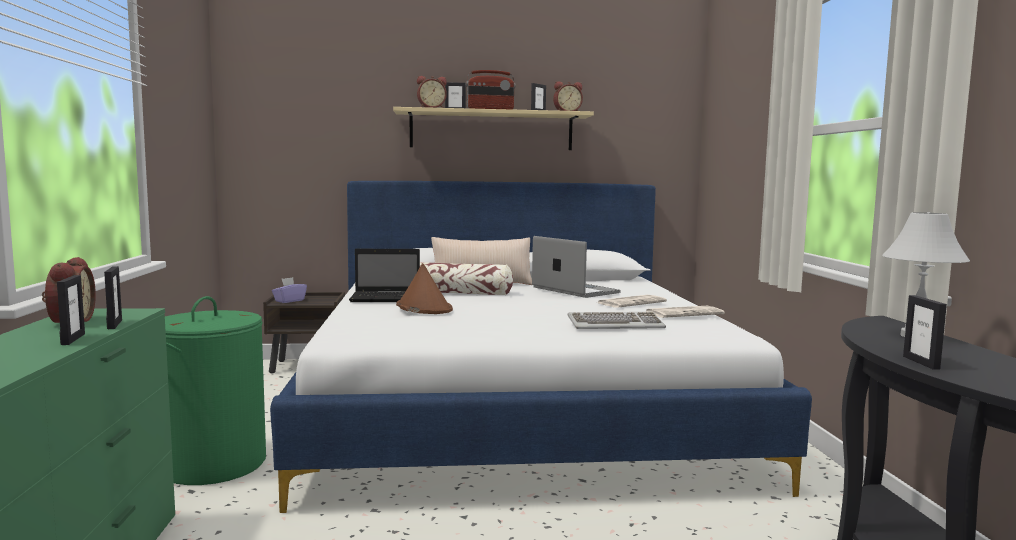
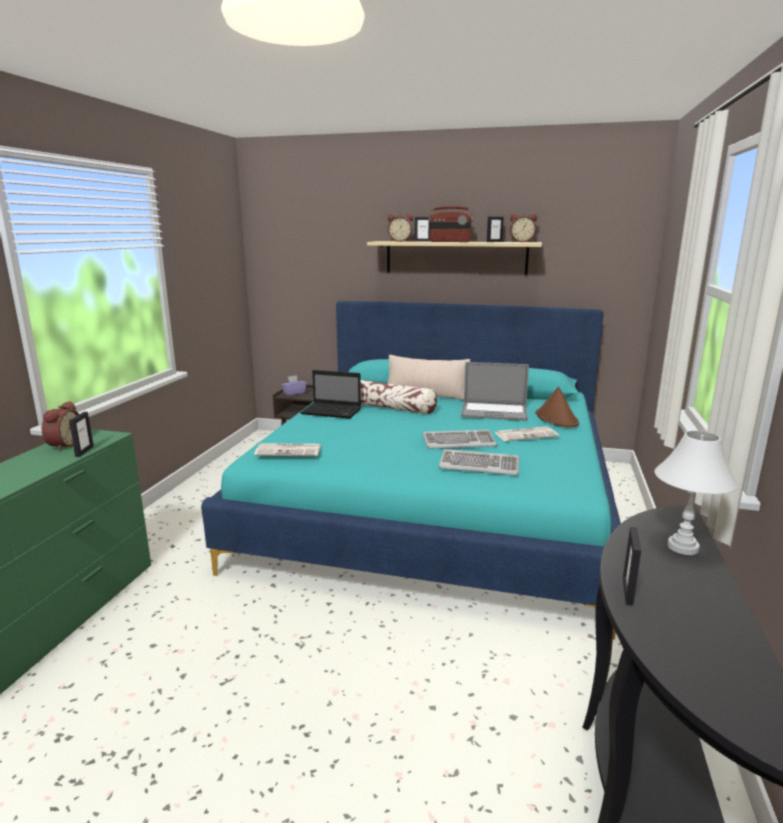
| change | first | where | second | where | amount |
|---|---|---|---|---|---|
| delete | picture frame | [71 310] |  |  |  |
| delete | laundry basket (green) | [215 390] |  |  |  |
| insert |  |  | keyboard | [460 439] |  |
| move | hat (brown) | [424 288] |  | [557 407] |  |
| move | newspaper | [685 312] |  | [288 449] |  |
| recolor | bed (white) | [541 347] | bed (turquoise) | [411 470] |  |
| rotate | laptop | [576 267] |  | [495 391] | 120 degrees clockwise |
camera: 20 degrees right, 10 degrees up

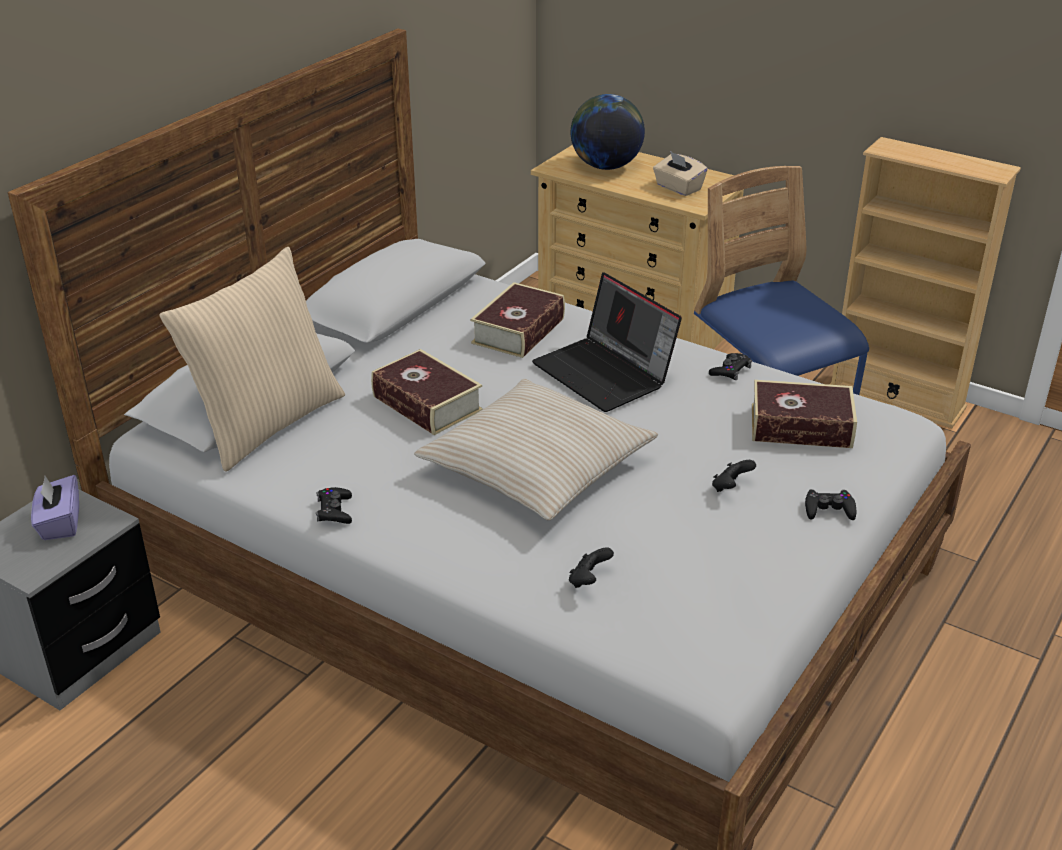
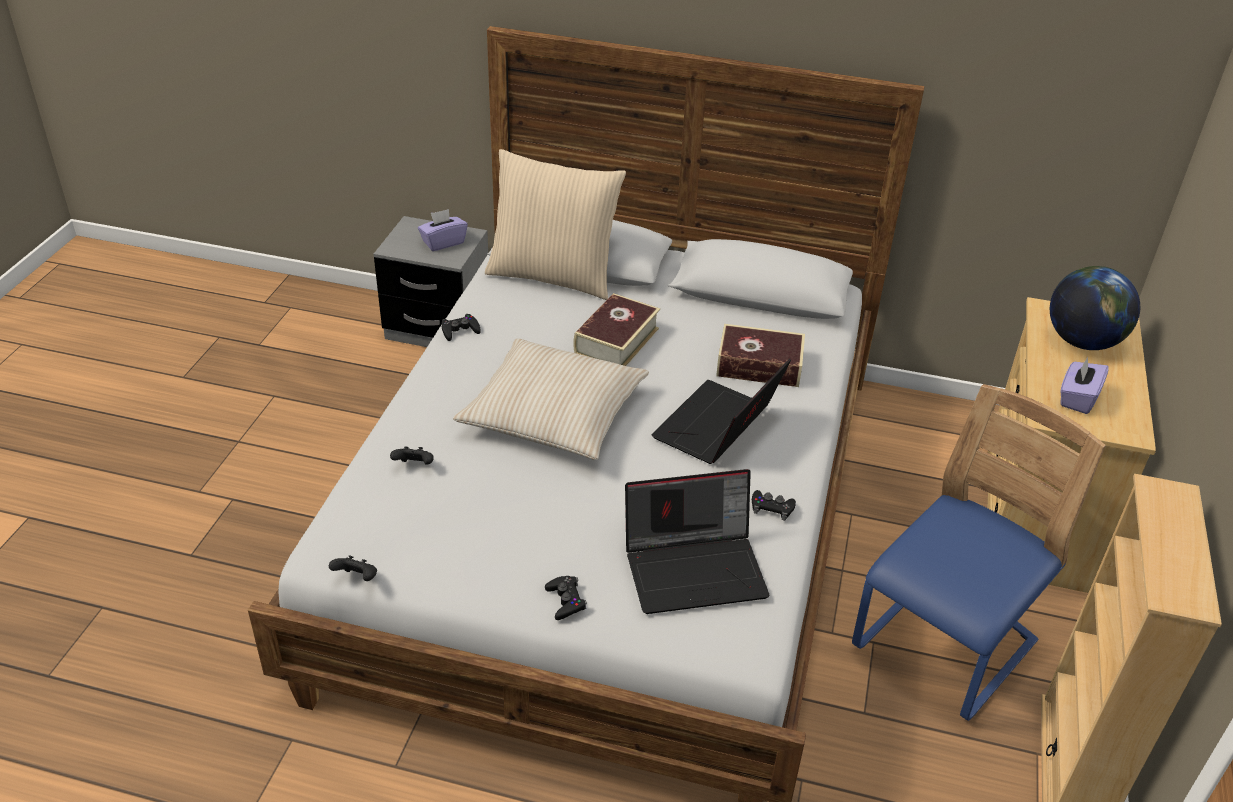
| change | first | where | second | where | amount |
|---|---|---|---|---|---|
| move | game controller (black) | [734 476] |  | [353 568] |  |
| replace | book | [804 414] | laptop | [697 541] |  |
| recolor | tissue box (beige) | [680 173] | tissue box (purple) | [1084 385] |  |
camera: 70 degrees right, 5 degrees up

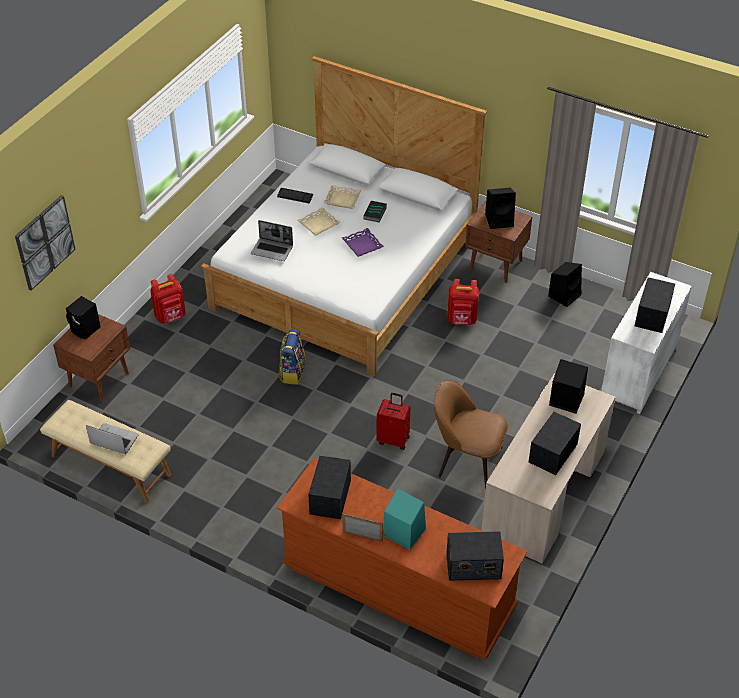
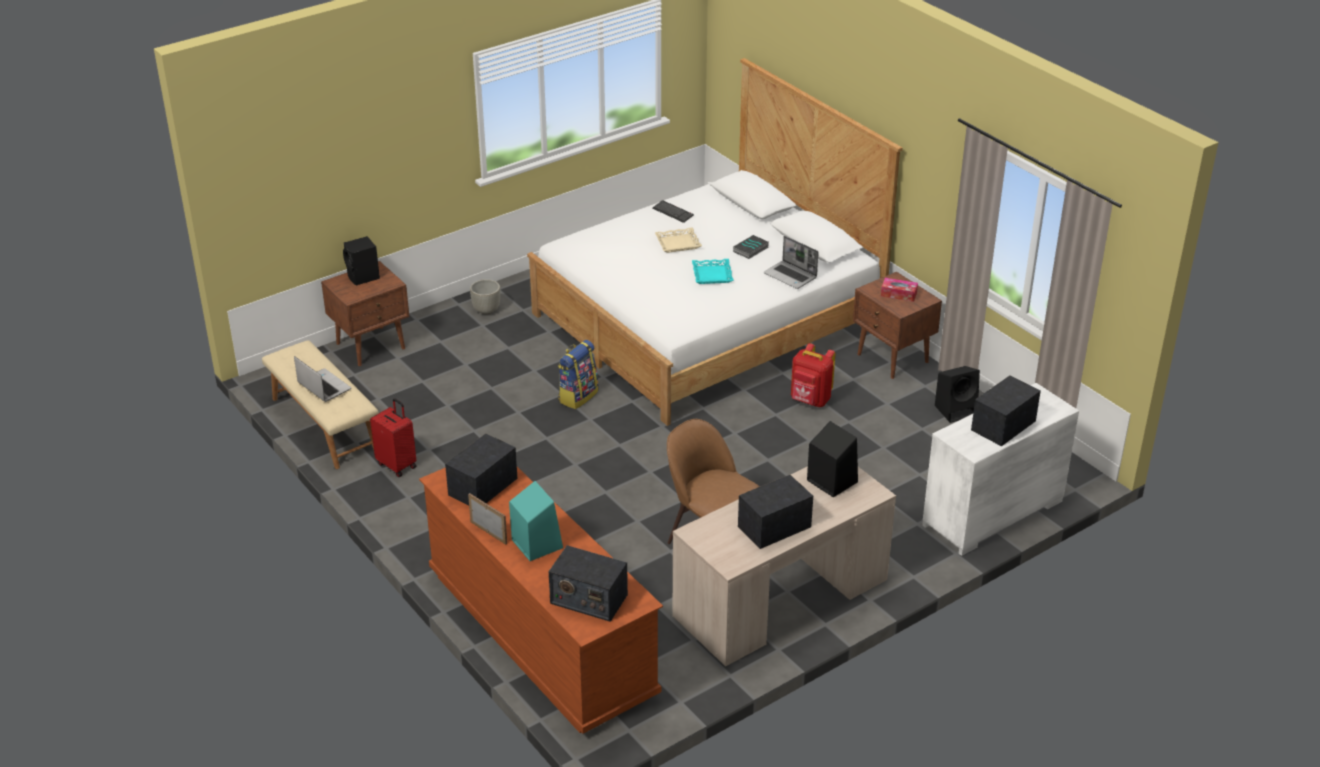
| change | first | where | second | where | amount |
|---|---|---|---|---|---|
| delete | picture | [45 243] |  |  |  |
| delete | tray (beige) | [343 197] |  |  |  |
| move | laptop | [272 240] |  | [791 262] |  |
| move | suitcase (red) | [393 421] |  | [393 437] |  |
| replace | backpack (red) | [168 298] | planter (grey) | [485 297] |  |
| replace | speaker (black) | [500 208] | tissue box | [899 290] |  |
| recolor | tray (purple) | [363 242] | tray (turquoise) | [713 271] |  |
camera: 25 degrees right, 10 degrees down

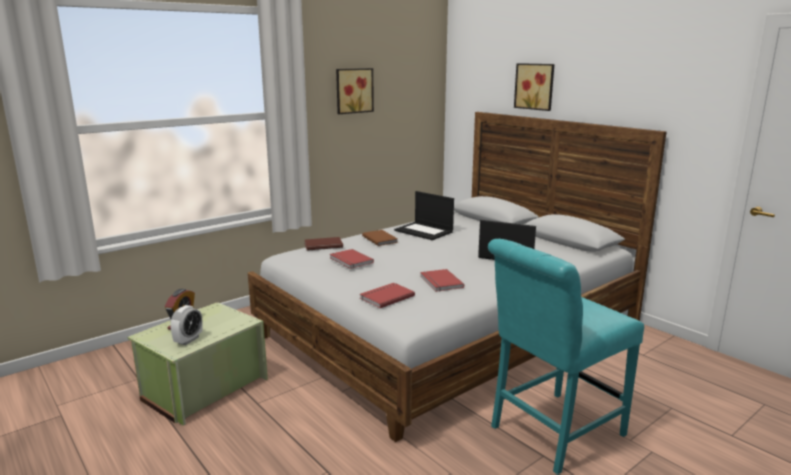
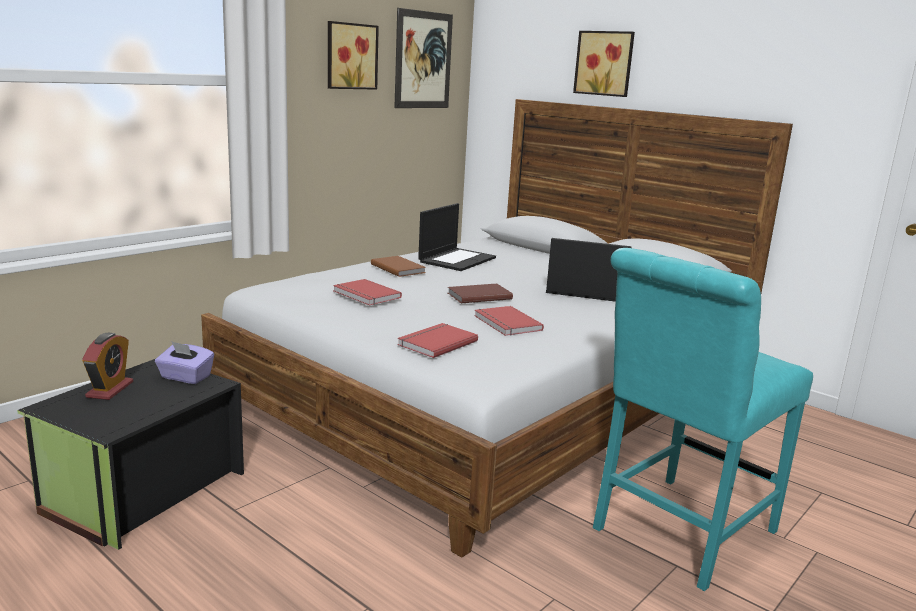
| change | first | where | second | where | amount |
|---|---|---|---|---|---|
| delete | alarm clock | [186 325] |  |  |  |
| insert |  |  | tissue box (purple) | [184 362] |  |
| insert |  |  | picture | [423 58] |  |
| move | book (brown) | [323 244] |  | [480 293] |  |
| recolor | storage box (green) | [198 364] | storage box (black) | [130 454] |  |
| rotate | laptop | [424 215] |  | [457 237] | 90 degrees counterclockwise |
camera: 10 degrees left, 0 degrees up

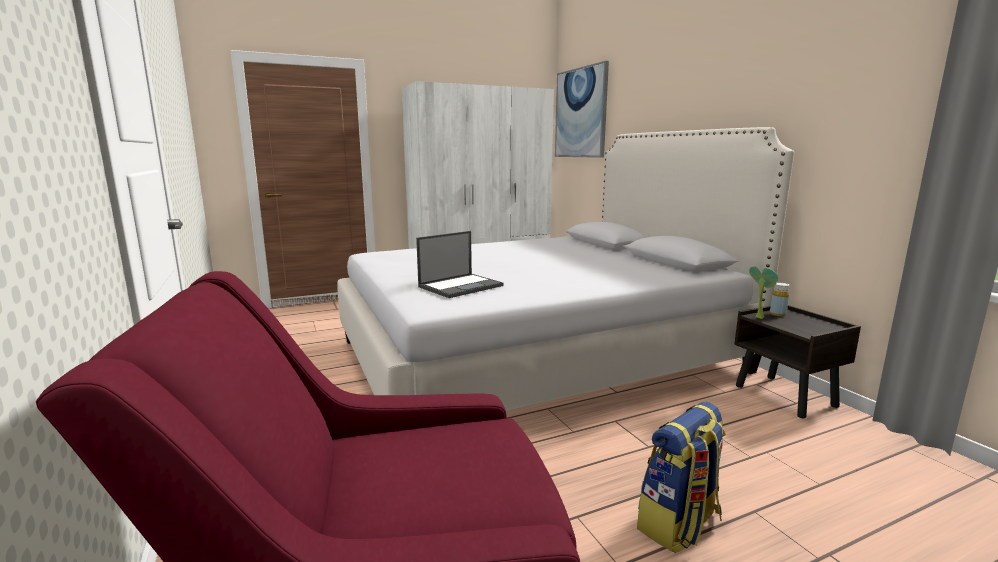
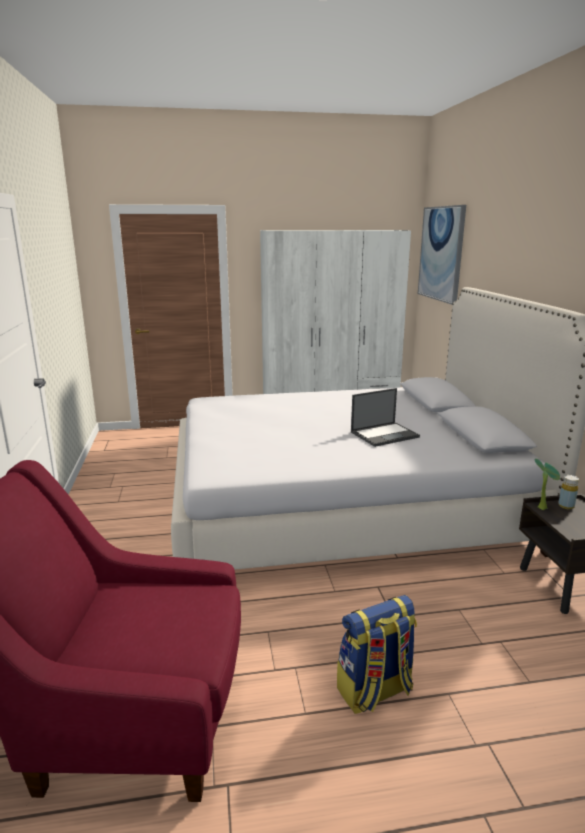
| change | first | where | second | where | amount |
|---|---|---|---|---|---|
| move | laptop | [459 264] |  | [385 417] |  |
camera: 15 degrees right, 5 degrees up

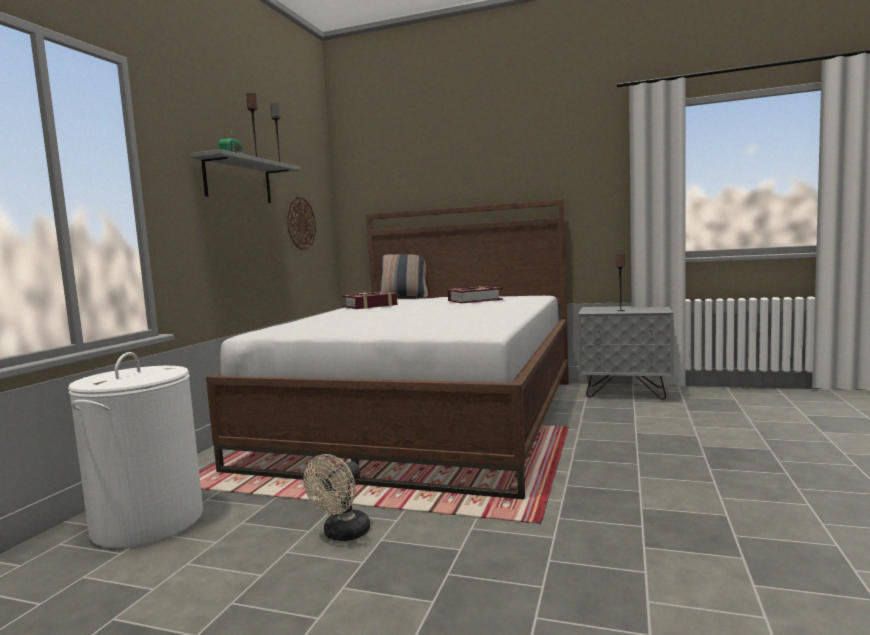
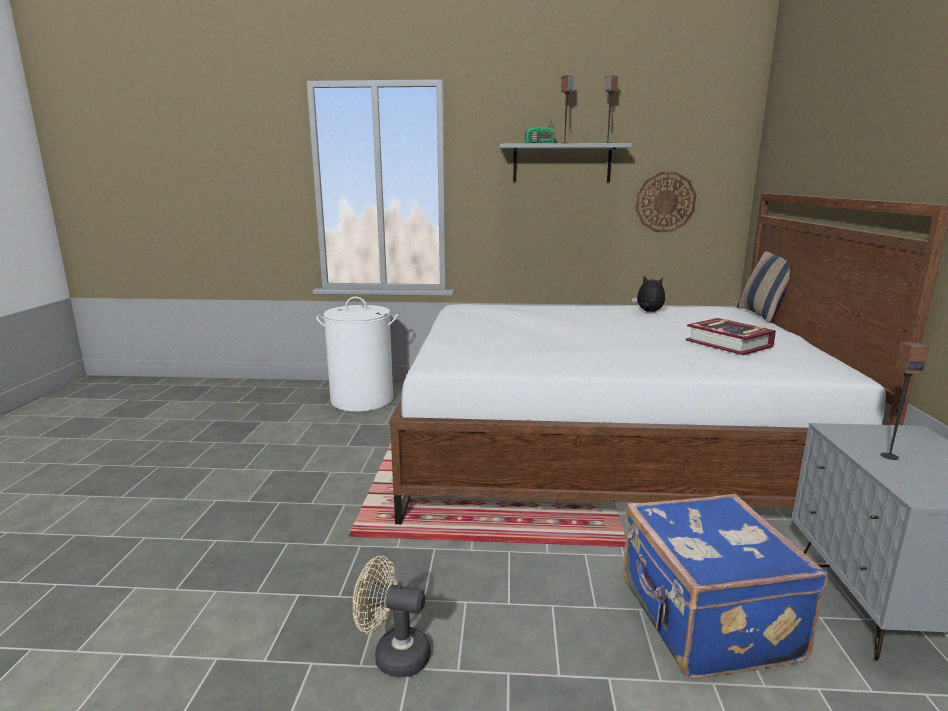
| change | first | where | second | where | amount |
|---|---|---|---|---|---|
| insert |  |  | suitcase (blue) | [725 586] |  |
| move | fan (beige) | [336 497] |  | [392 616] |  |
| replace | book | [370 300] | plush toy | [648 294] |  |
camera: 75 degrees right, 10 degrees up

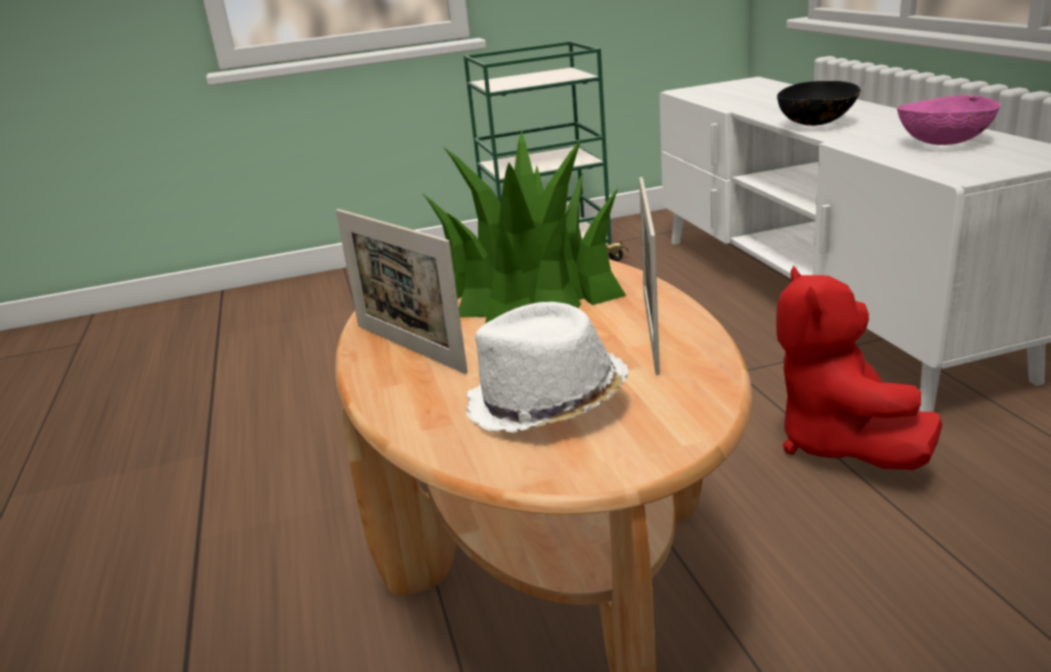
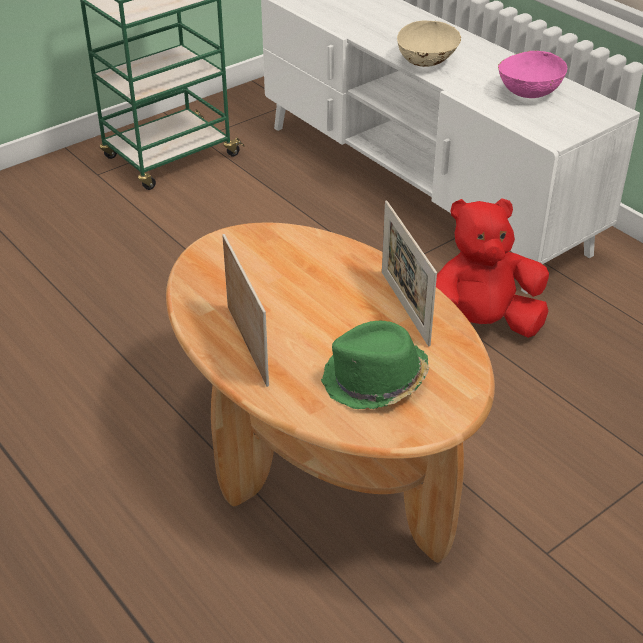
| change | first | where | second | where | amount |
|---|---|---|---|---|---|
| delete | potted plant | [524 227] |  |  |  |
| recolor | hat (white) | [547 367] | hat (green) | [375 365] |  |
| recolor | bowl (black) | [819 103] | bowl (beige) | [429 44] |  |
| rotate | picture frame | [402 291] |  | [245 310] | 135 degrees counterclockwise |
| rotate | plush toy (red) | [859 368] |  | [492 268] | 105 degrees clockwise |
camera: 25 degrees left, 15 degrees up

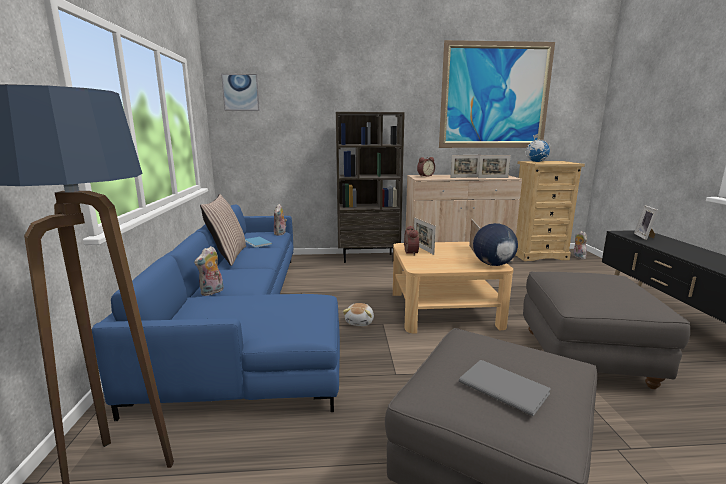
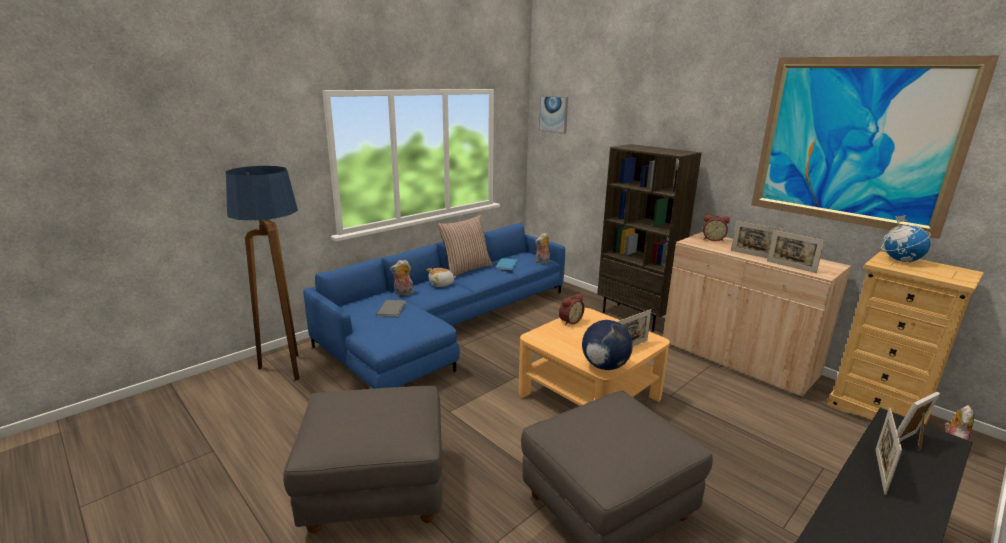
| change | first | where | second | where | amount |
|---|---|---|---|---|---|
| move | plush toy | [358 314] |  | [441 277] |  |
| move | picture frame | [425 236] |  | [888 451] |  |
| move | book (grey) | [505 388] |  | [391 308] |  |
camera: 50 degrees right, 5 degrees up

